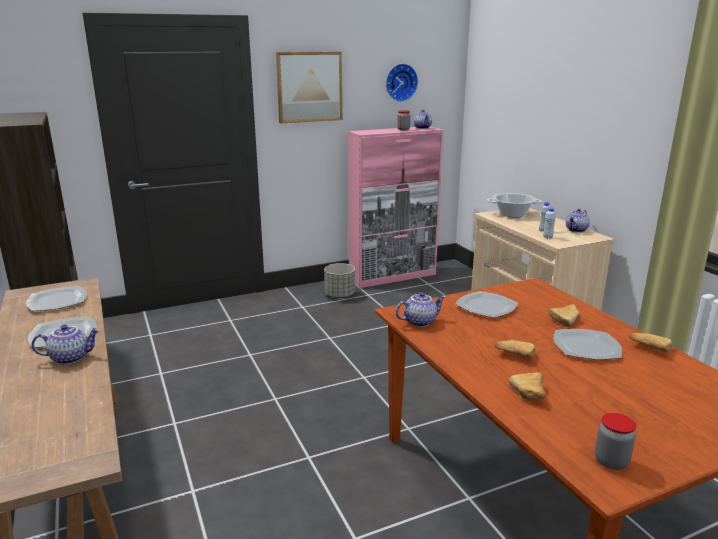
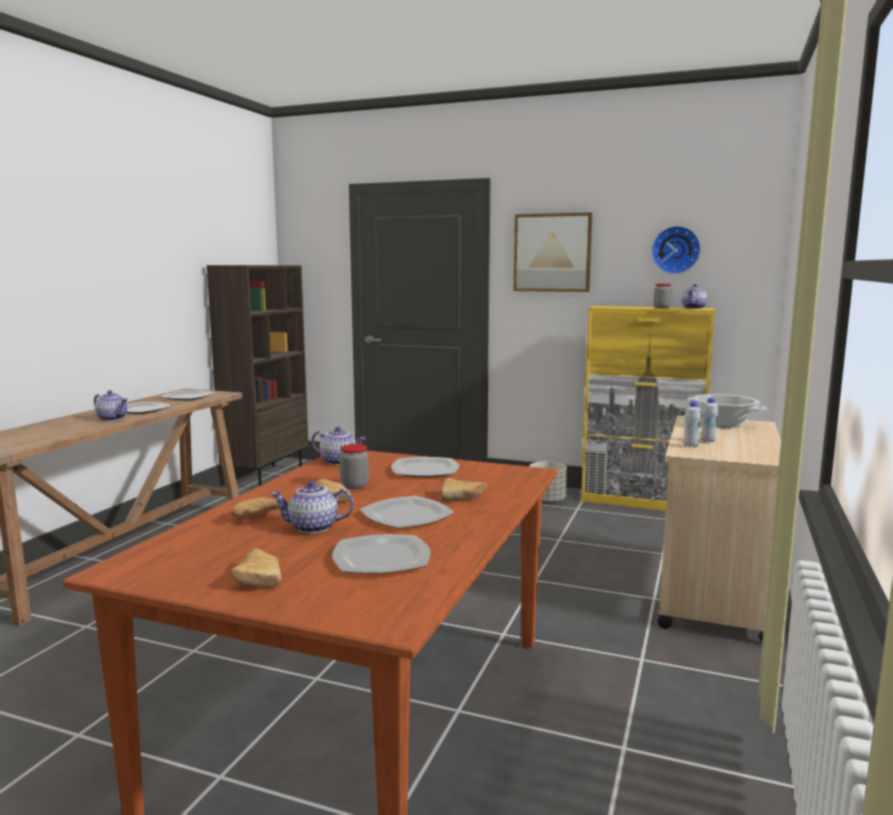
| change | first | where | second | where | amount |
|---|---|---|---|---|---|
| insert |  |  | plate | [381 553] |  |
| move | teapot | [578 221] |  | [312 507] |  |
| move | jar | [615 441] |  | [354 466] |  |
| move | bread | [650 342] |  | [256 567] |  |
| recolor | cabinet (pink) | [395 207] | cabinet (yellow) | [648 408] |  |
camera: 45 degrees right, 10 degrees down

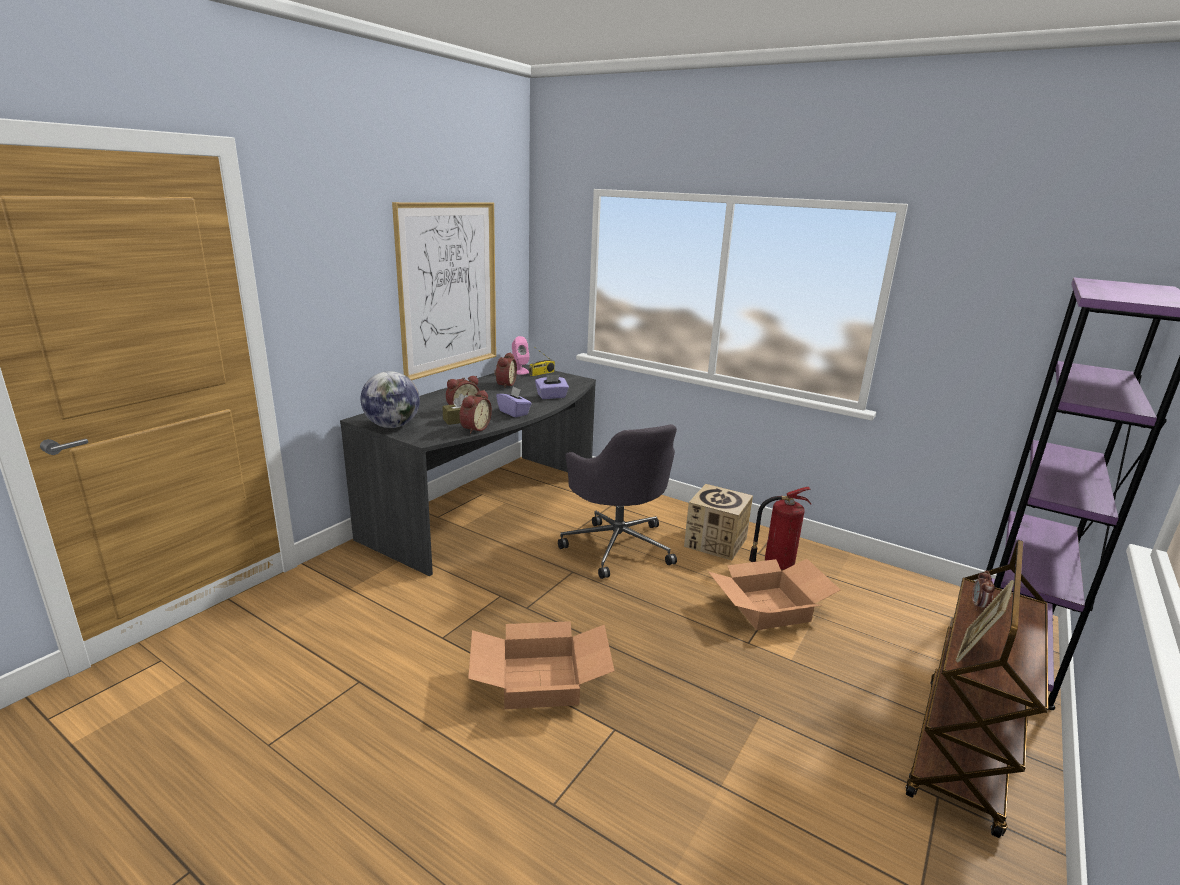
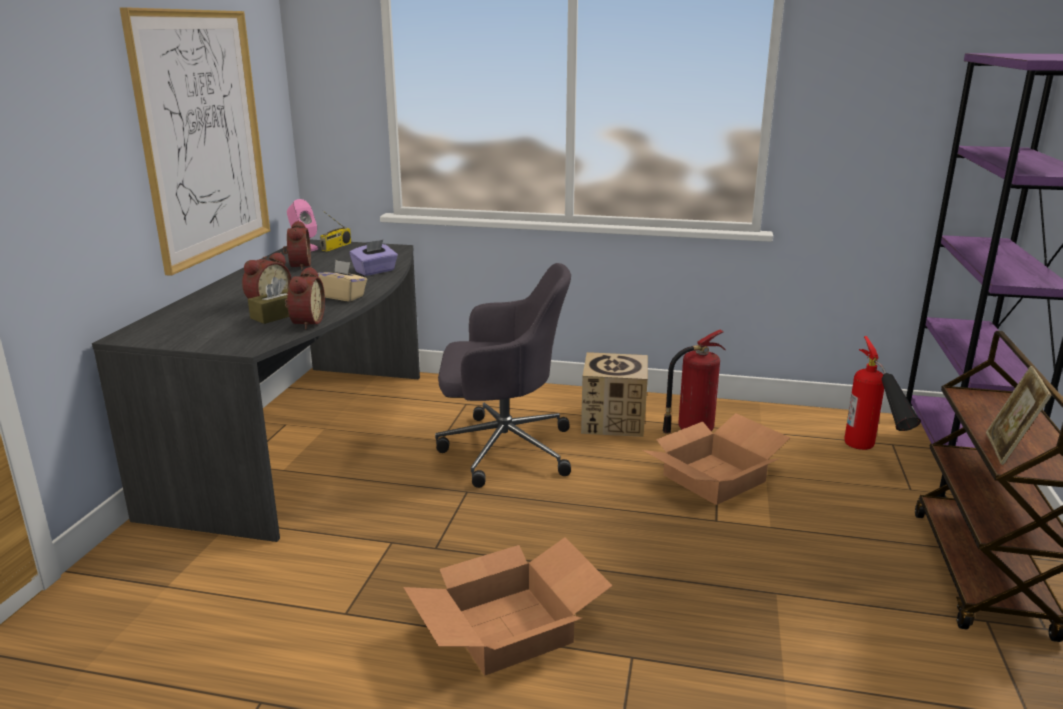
| change | first | where | second | where | amount |
|---|---|---|---|---|---|
| delete | globe | [390 399] |  |  |  |
| delete | alarm clock | [983 590] |  |  |  |
| insert |  |  | fire extinguisher | [882 393] |  |
| recolor | tissue box (purple) | [514 402] | tissue box (beige) | [342 281] |  |
| rotate | office chair (grey) | [617 501] |  | [503 375] | 45 degrees counterclockwise |
camera: 20 degrees left, 0 degrees up

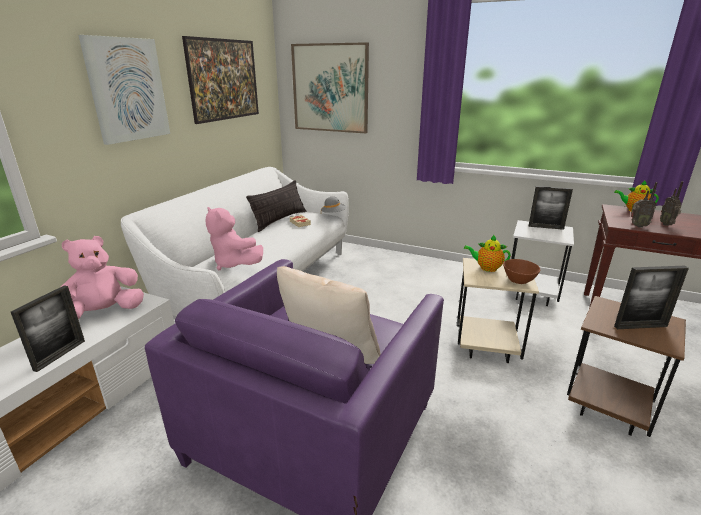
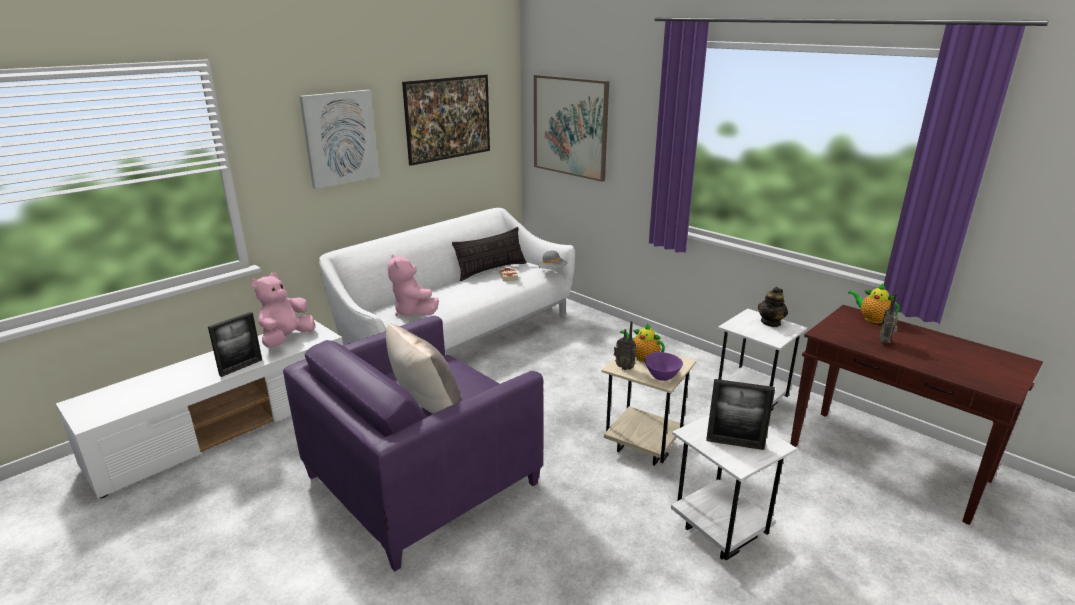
| change | first | where | second | where | amount |
|---|---|---|---|---|---|
| move | radio | [644 205] |  | [625 345] |  |
| replace | picture frame | [551 208] | teapot | [773 307] |  |
| recolor | bowl (brown) | [521 271] | bowl (purple) | [664 366] |  |
| recolor | side table (brown) | [626 366] | side table (white) | [734 487] |  |
| rotate | plush toy (pink) | [102 277] |  | [283 310] | 45 degrees counterclockwise |
camera: 20 degrees right, 0 degrees up

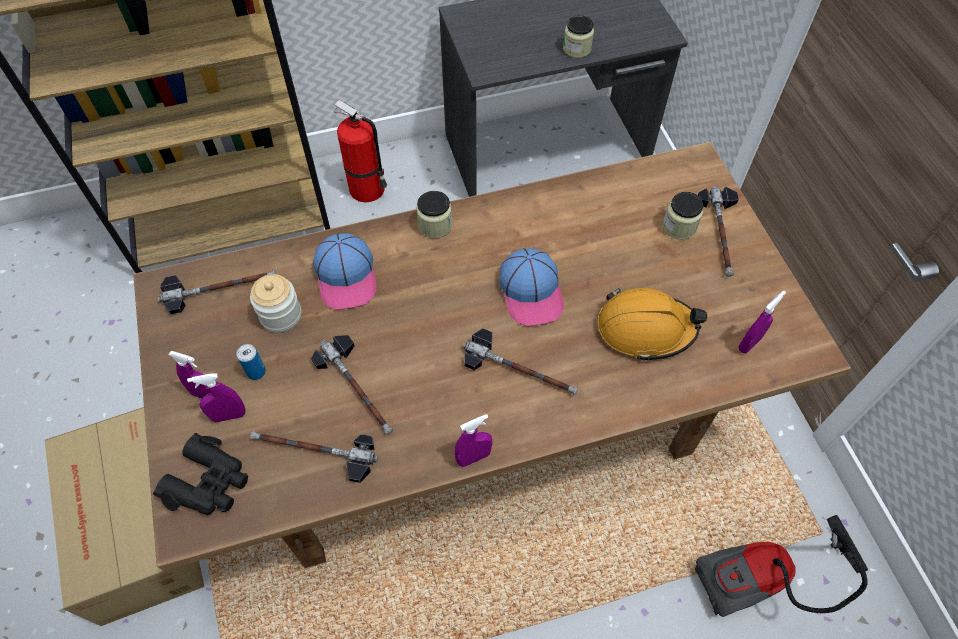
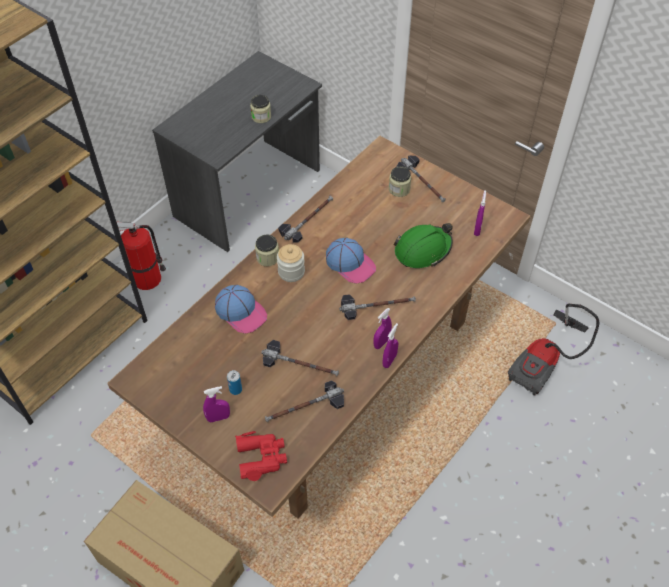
| change | first | where | second | where | amount |
|---|---|---|---|---|---|
| move | hammer | [217 292] |  | [305 219] |  |
| move | spray bottle (purple) | [216 397] |  | [382 328] |  |
| move | jar | [275 303] |  | [291 263] |  |
| recolor | binoculars (black) | [200 474] | binoculars (red) | [261 456] |  |
| recolor | hard hat (orange) | [652 324] | hard hat (green) | [423 245] |  |
camera: 35 degrees left, 5 degrees down

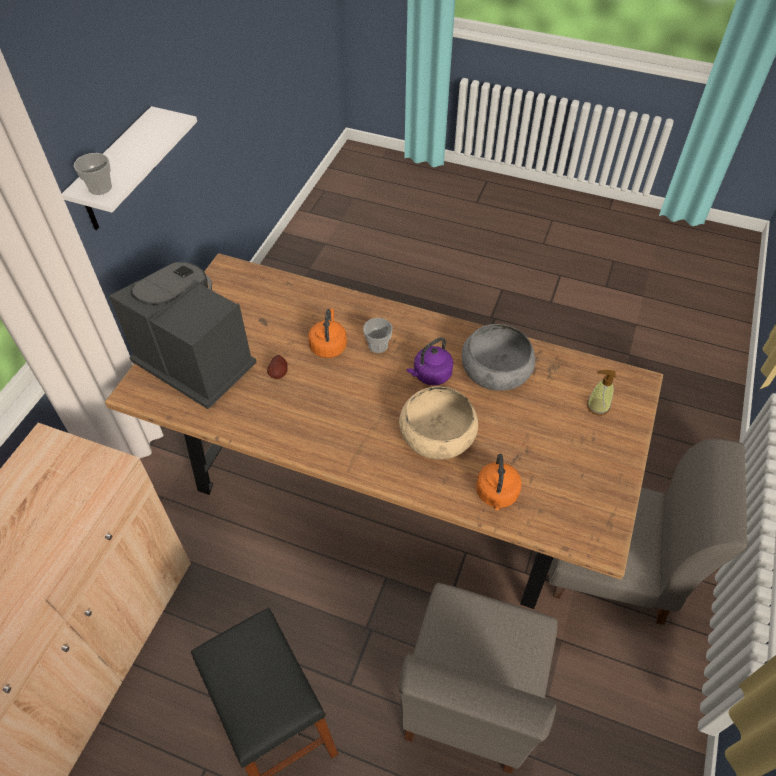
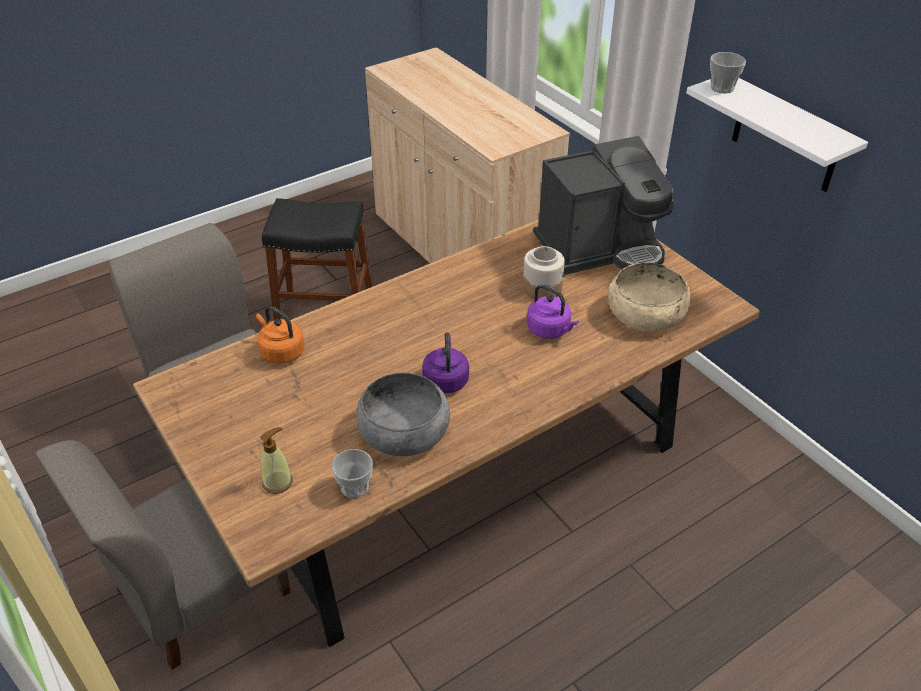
| change | first | where | second | where | amount |
|---|---|---|---|---|---|
| move | cup | [378 335] |  | [352 473] |  |
| move | bowl (beige) | [438 423] |  | [649 297] |  |
| replace | potato | [277 367] | jar | [544 272] |  |
| recolor | kettle (orange) | [327 333] | kettle (purple) | [553 311] |  |
camera: 125 degrees right, 10 degrees down

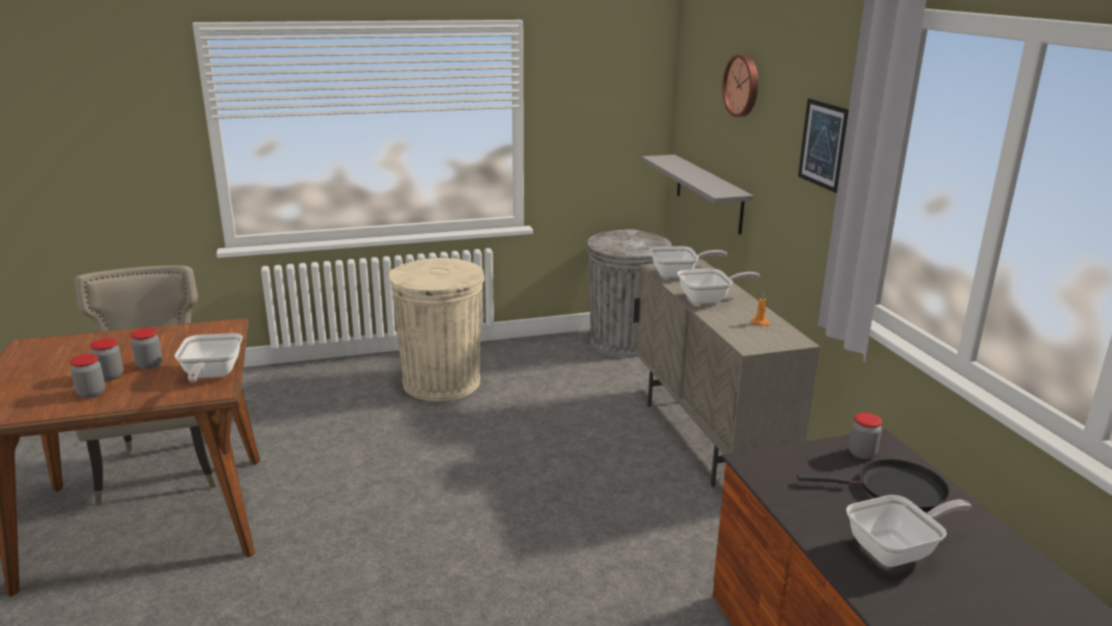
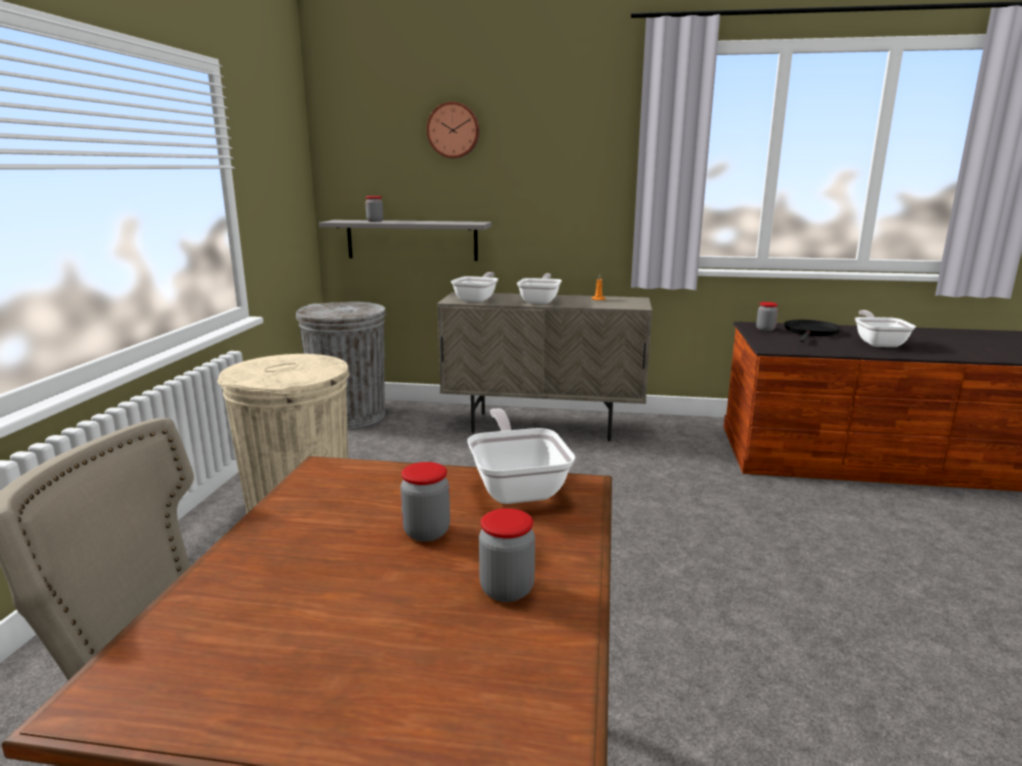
| change | first | where | second | where | amount |
|---|---|---|---|---|---|
| delete | picture | [823 145] |  |  |  |
| move | jar | [107 359] |  | [374 209] |  |
| rotate | frying pan | [209 358] |  | [521 456] | 120 degrees counterclockwise |
camera: 65 degrees left, 5 degrees down

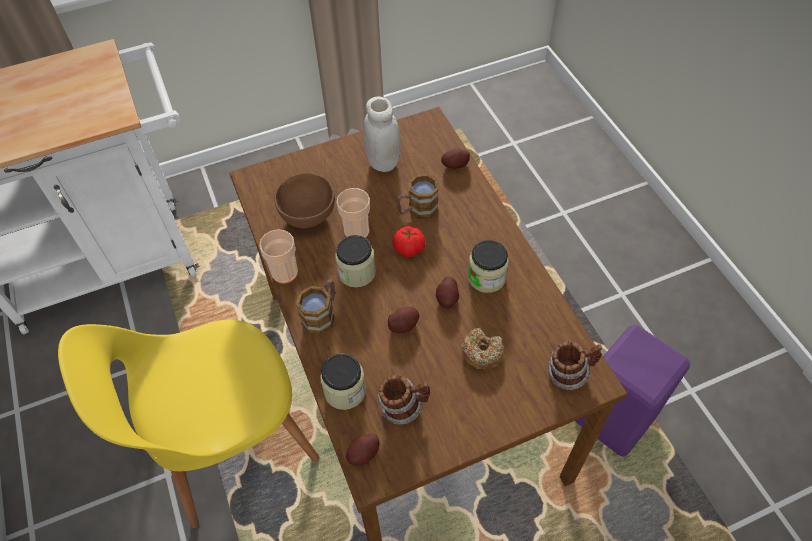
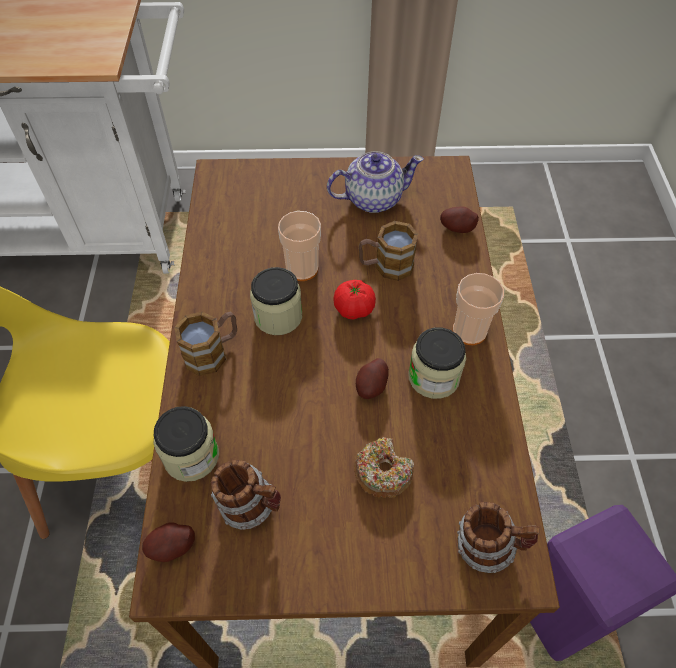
| change | first | where | second | where | amount |
|---|---|---|---|---|---|
| delete | bowl (brown) | [304 200] |  |  |  |
| delete | potato | [404 320] |  |  |  |
| move | cup | [278 256] |  | [478 309] |  |
| replace | jar (white) | [382 134] | teapot | [375 182] |  |
camera: 20 degrees right, 0 degrees up

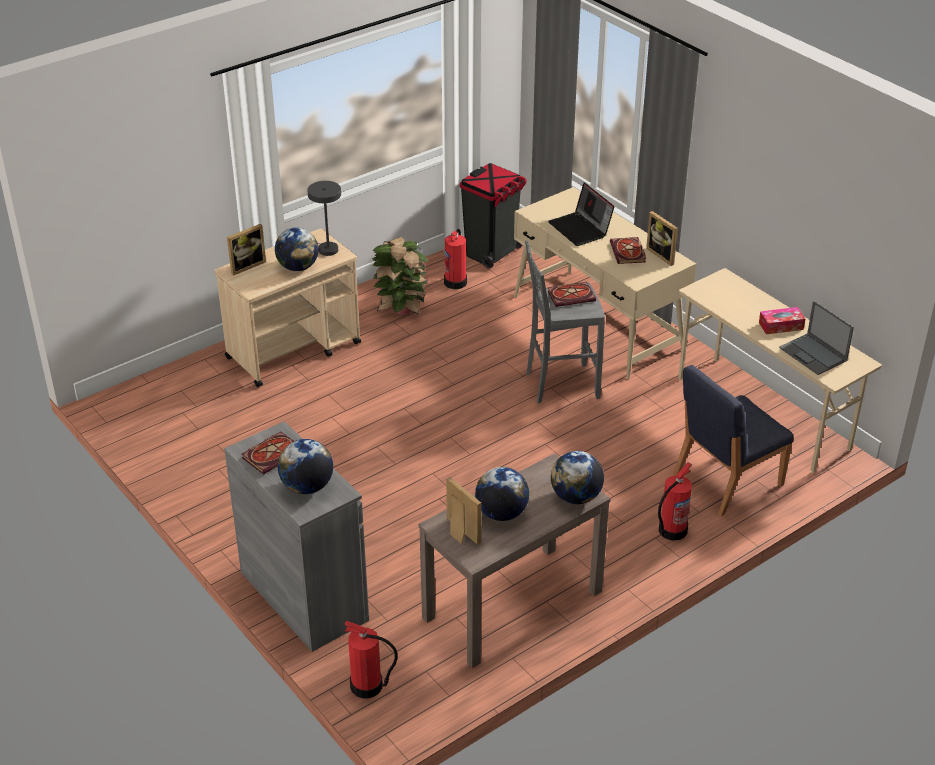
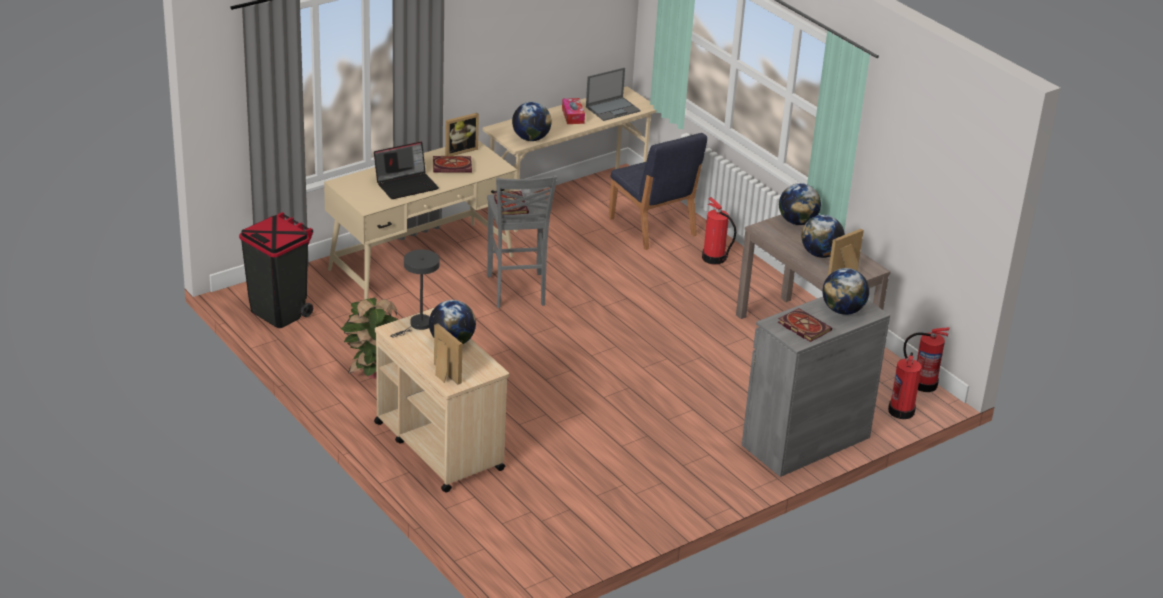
| change | first | where | second | where | amount |
|---|---|---|---|---|---|
| insert |  |  | globe | [532 121] |  |
| move | fire extinguisher | [455 259] |  | [926 359] |  |
camera: 90 degrees left, 5 degrees down

